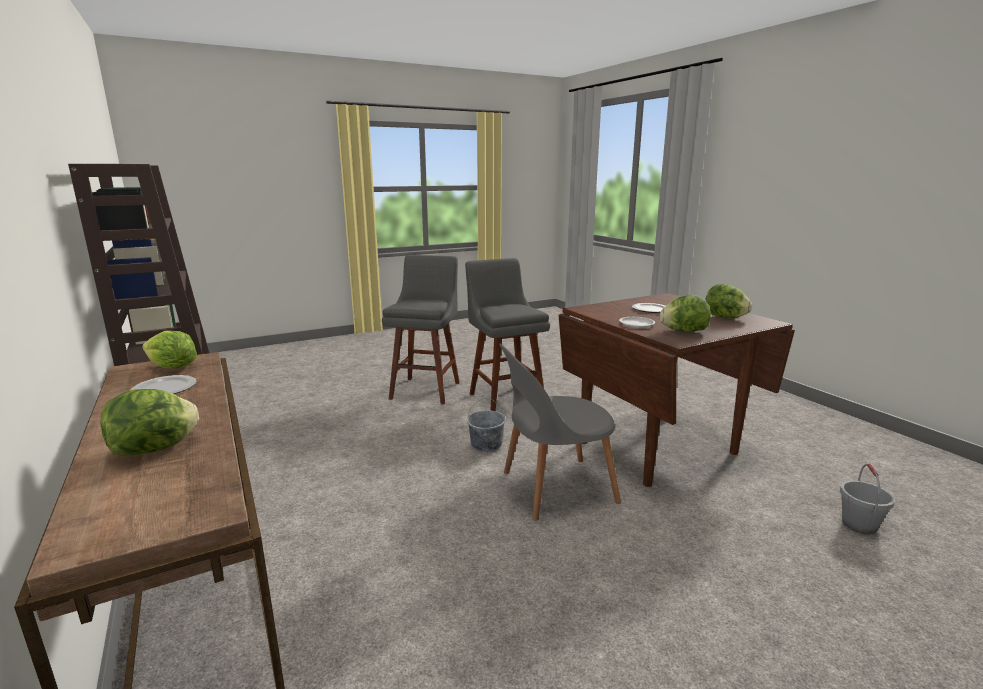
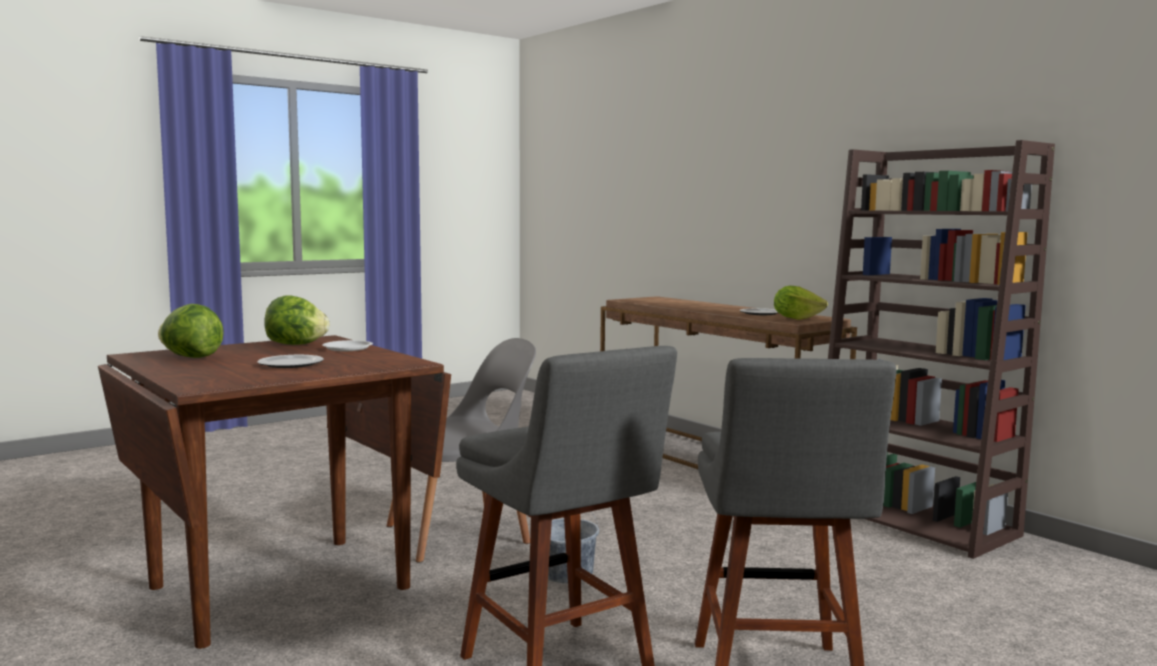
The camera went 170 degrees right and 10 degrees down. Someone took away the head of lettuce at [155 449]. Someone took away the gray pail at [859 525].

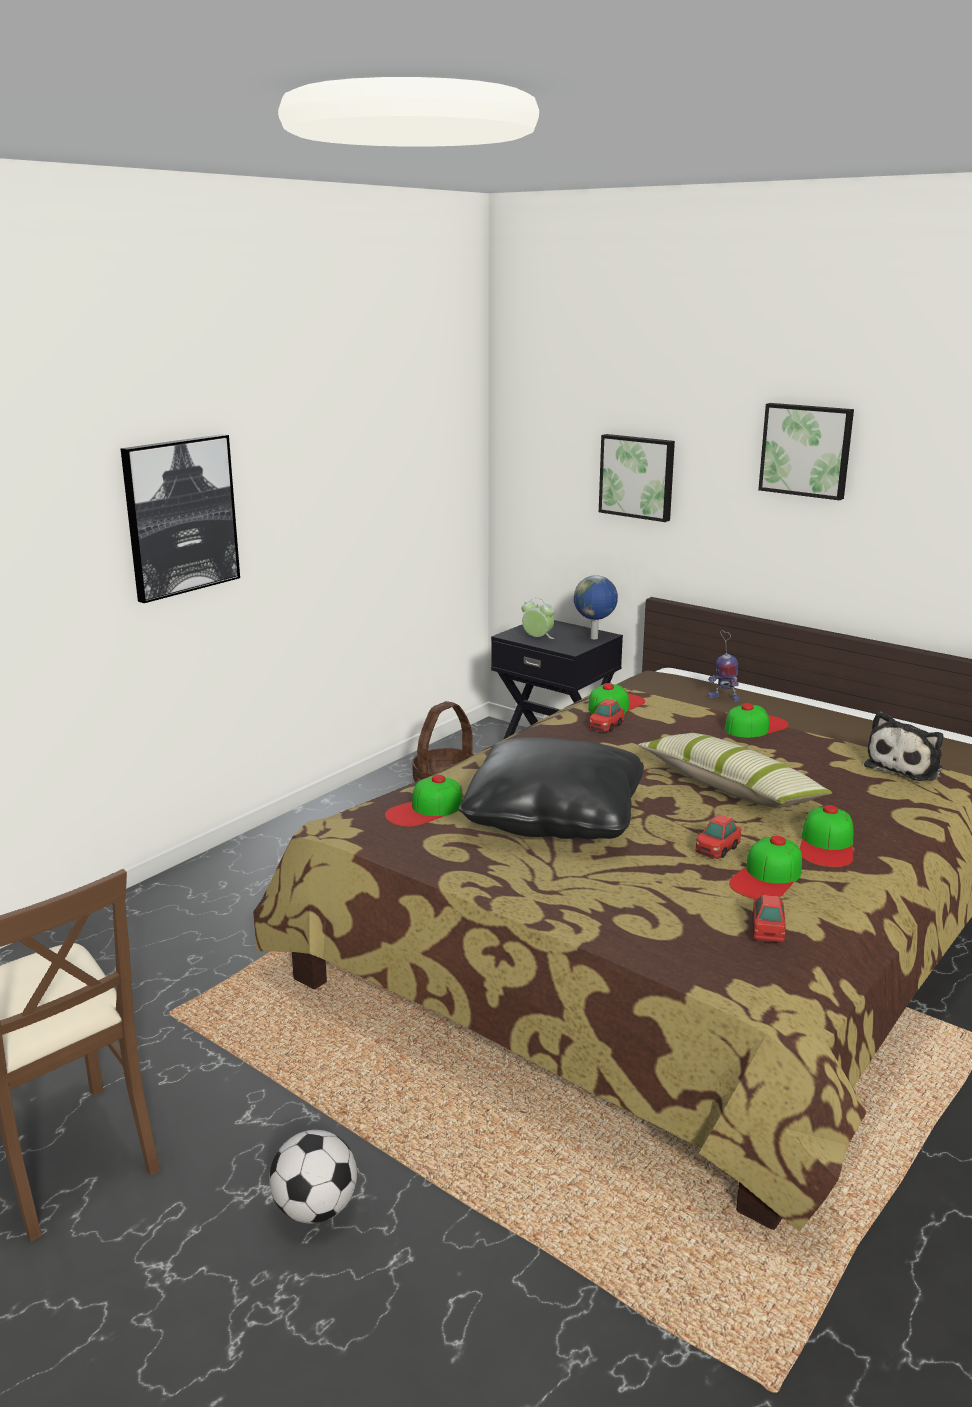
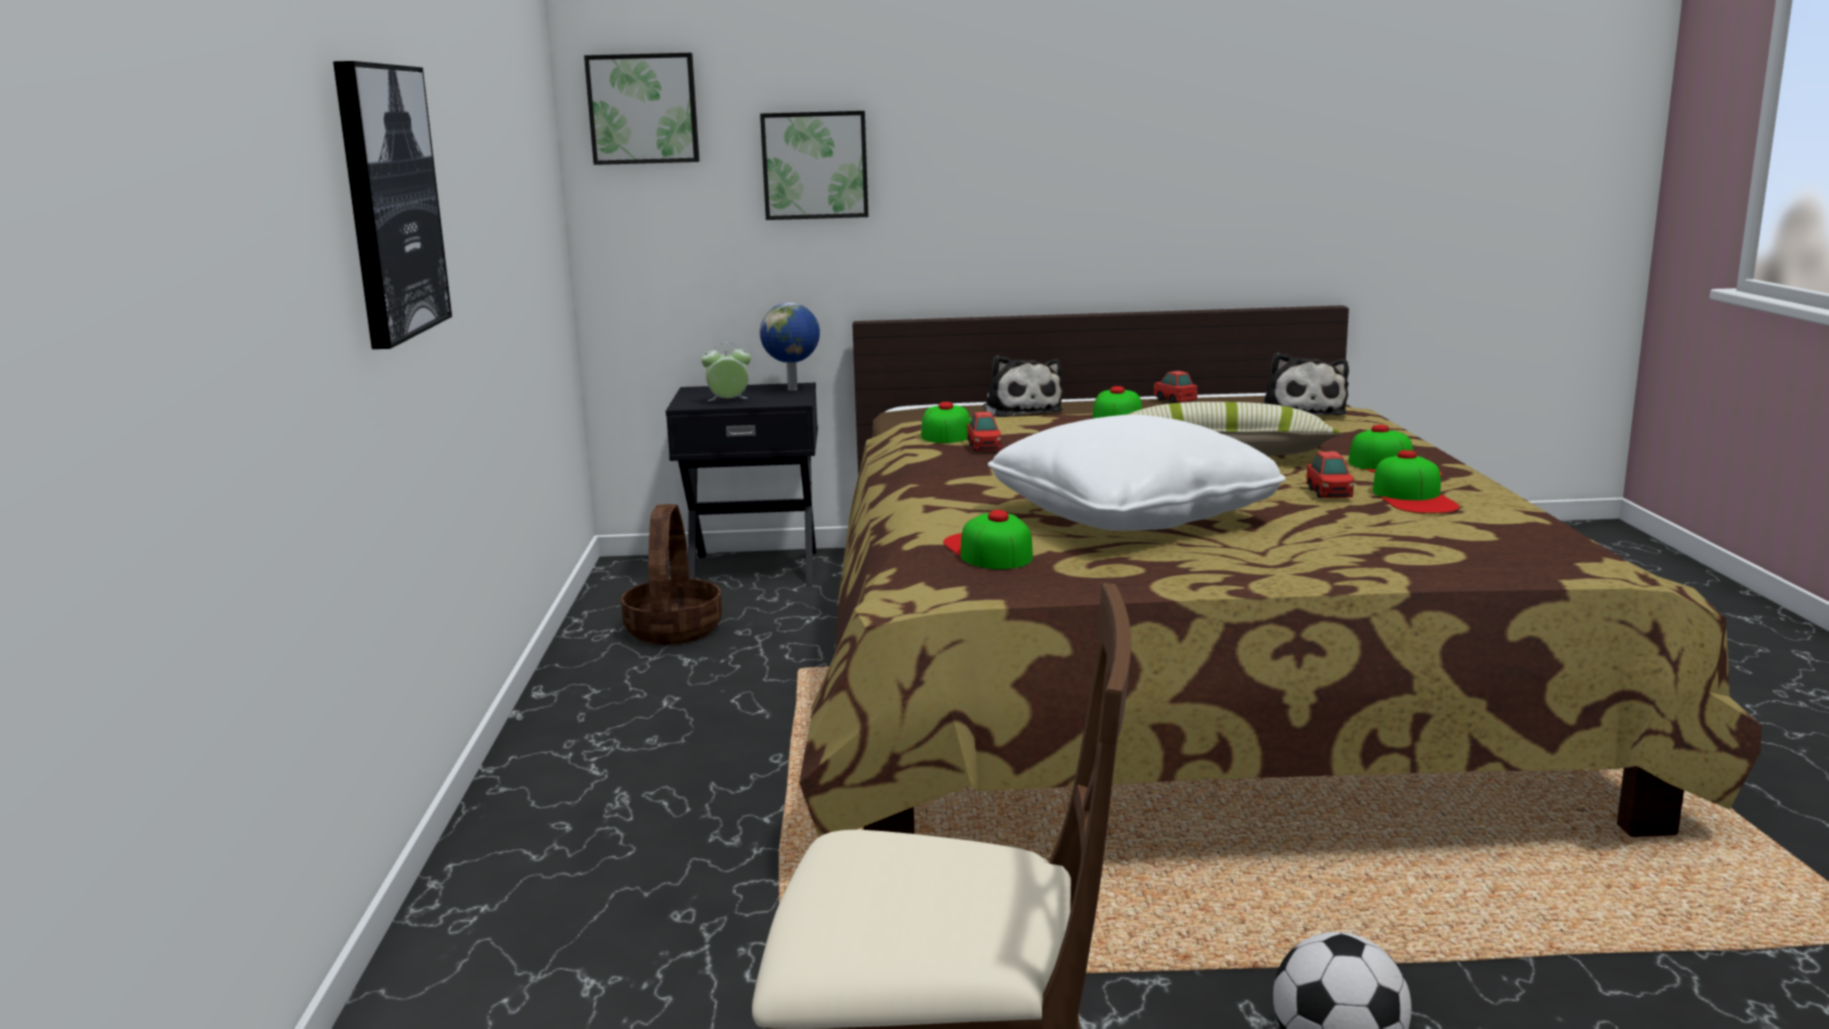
The camera went 40 degrees left and 5 degrees down. Someone carried the wall art from [806 450] to [643 109]. Someone rotated the peaked cap at [425 810] by 150 degrees clockwise. Someone swapped the robot figure at [723 698] for the cuddly toy at [1021 410]. Someone repainted the black pillow at [553 817], which became the white pillow at [1132 516]. Someone carried the model car from [767 929] to [1174 400].

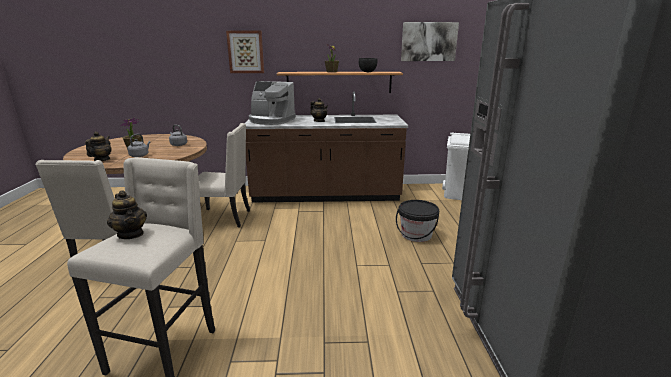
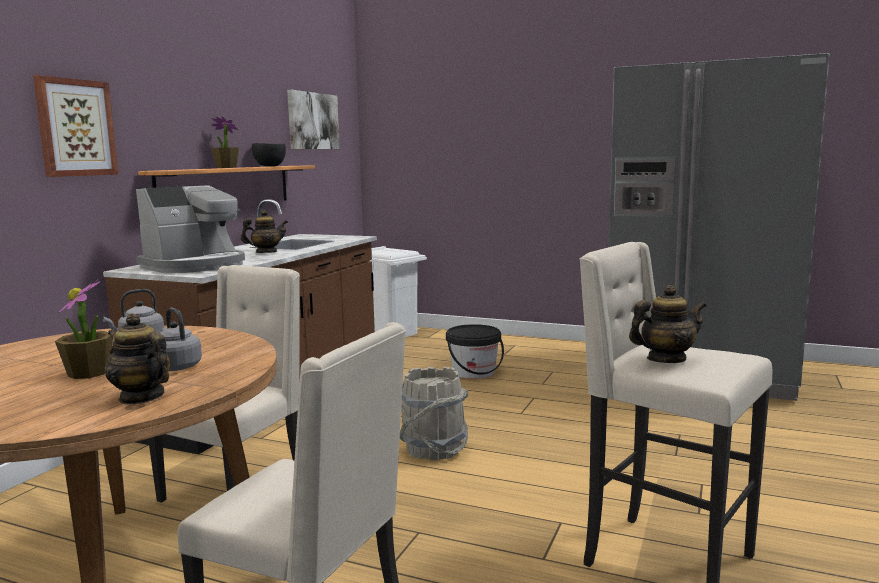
The camera went 65 degrees left and 10 degrees down. Someone put down the gray pail at [433 449].

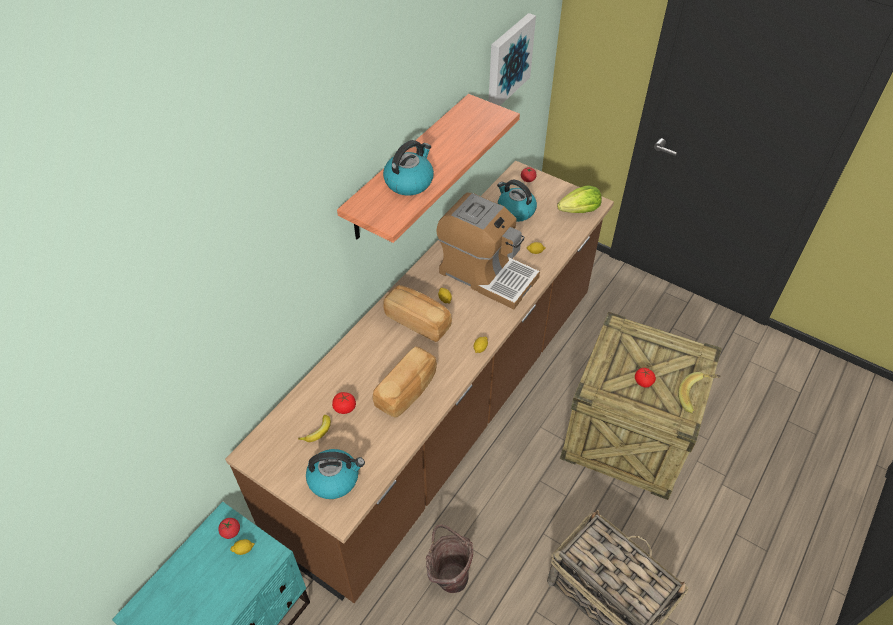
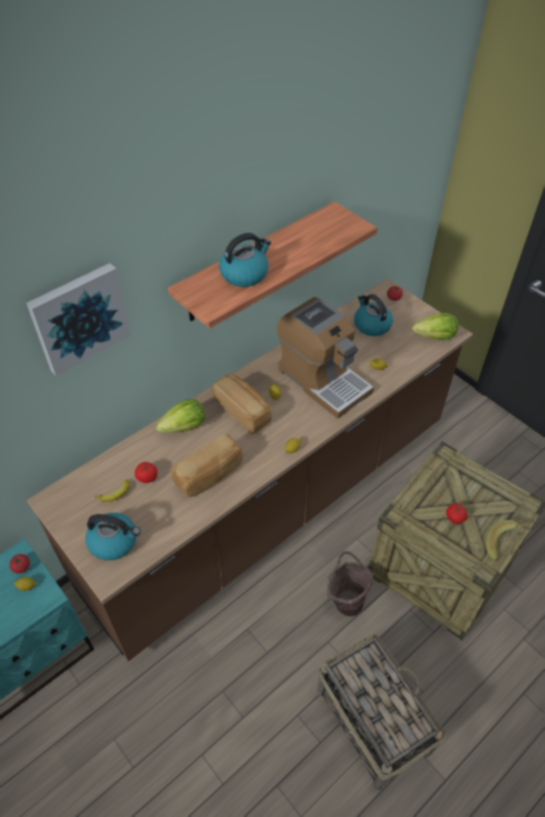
The camera went 15 degrees right and 0 degrees up. Someone carried the wall art from [508 60] to [79 317]. Someone put down the head of lettuce at [185 427]. Someone carried the brownish pail from [449 575] to [346 600].

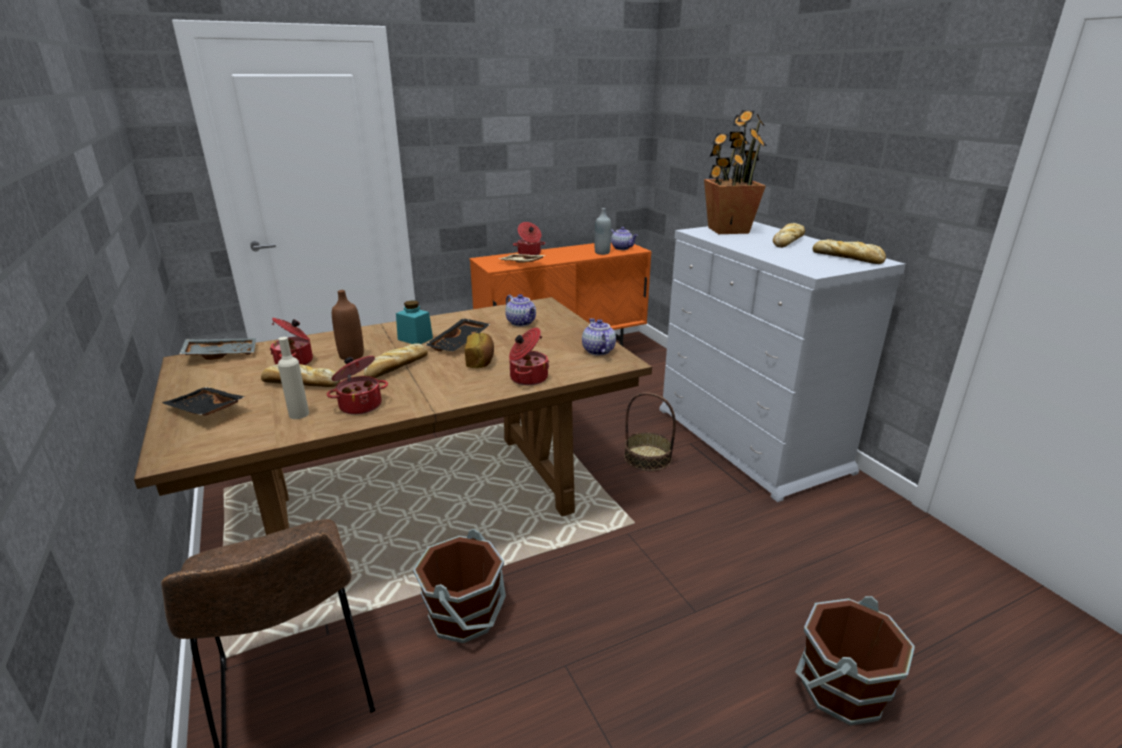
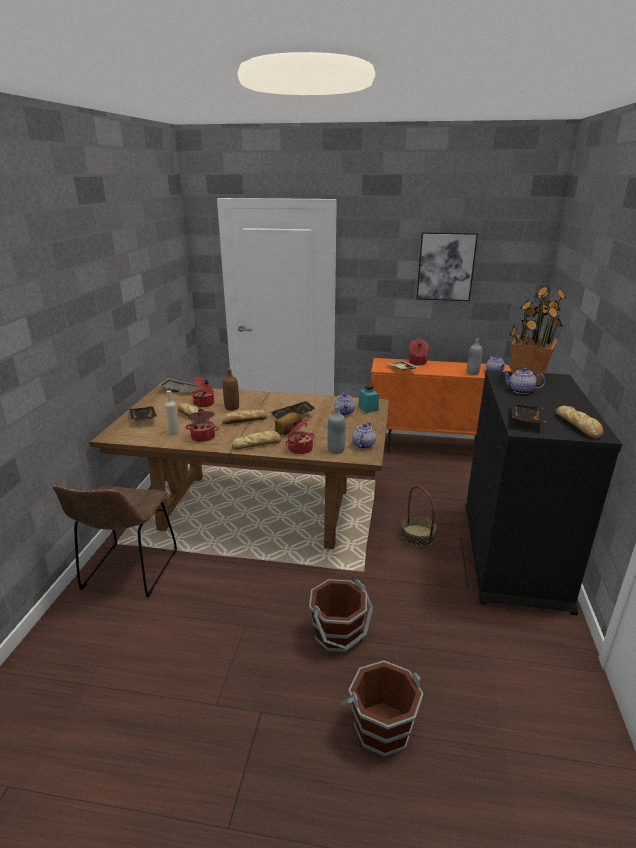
The camera went 35 degrees right and 0 degrees up. Someone carried the bread from [788 241] to [257 444]. Someone carried the brownish pail from [465 615] to [338 634]. Someone put down the gray beverage bottle at [336 450]. Someone carried the turquoise-coloured jar from [415 339] to [368 408]. Someone put up the wall art at [445 267]. Someone repainted the white drawer chest at [750 439], which became the black drawer chest at [513 553]. Someone put down the pot for tea at [520 391]. Someone put down the black tray at [525 419].

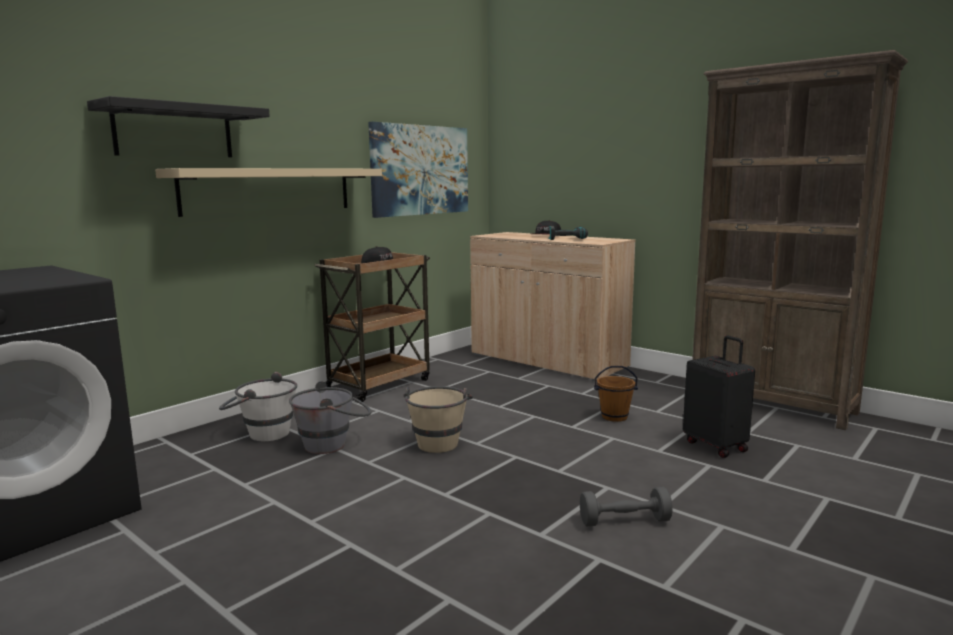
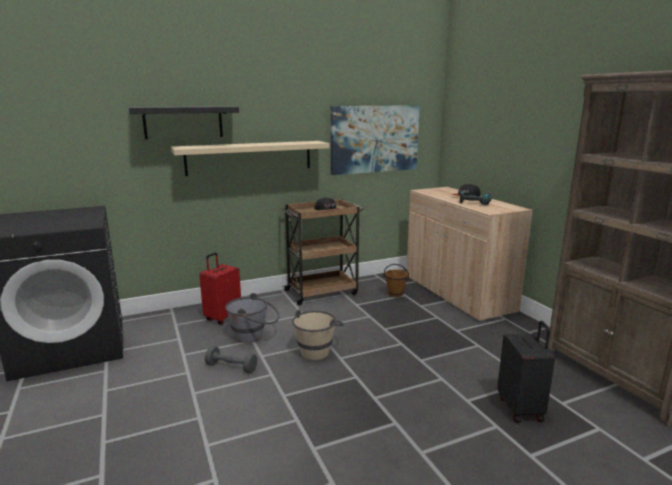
The camera went 25 degrees right and 5 degrees up. Someone swapped the white pail at [261 433] for the red-coloured piece of luggage at [222 318]. Someone carried the gray dumbbell from [624 521] to [231 367]. Someone carried the brownish pail from [614 417] to [395 294].

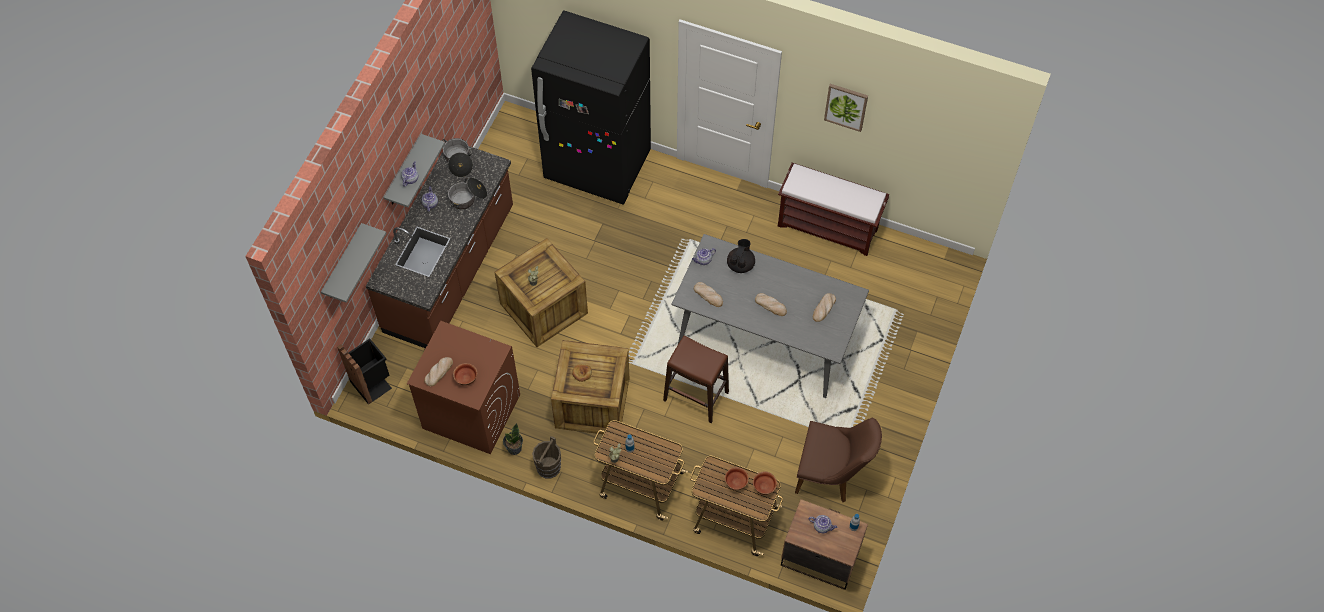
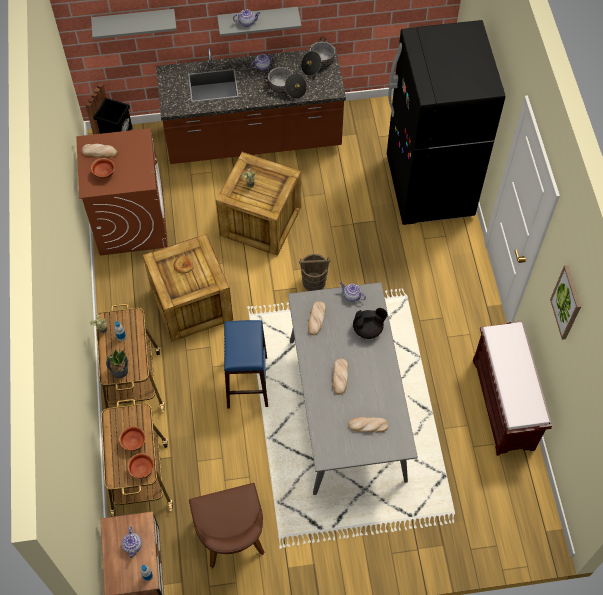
The camera went 60 degrees right and 0 degrees up. Someone carried the houseplant from [514 448] to [119 371]. Someone repainted the brownish stool at [695 396], which became the blue stool at [247 381]. Someone carried the brownish pail from [548 467] to [313 282].

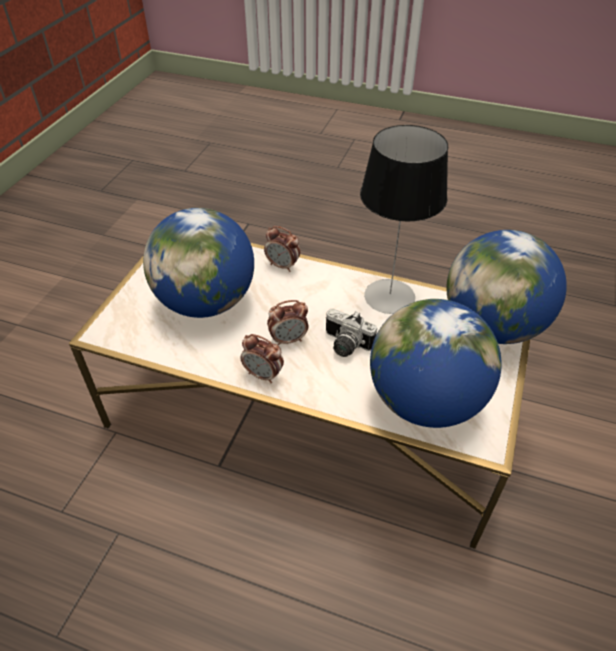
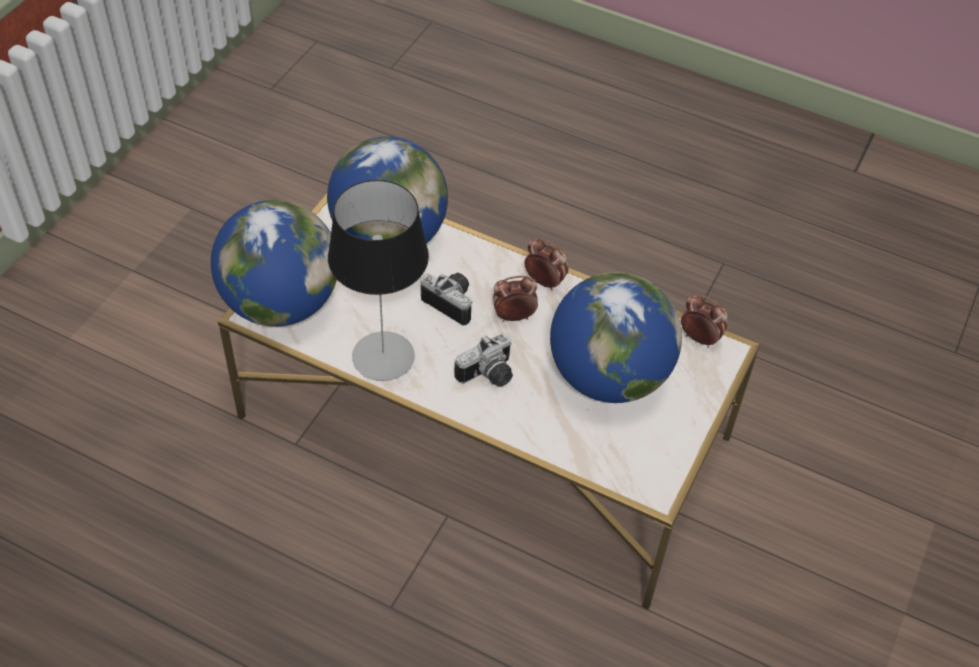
The camera went 175 degrees left and 5 degrees up. Someone put down the still camera at [489 376]. Someone carried the table clock from [283 266] to [699 338].

